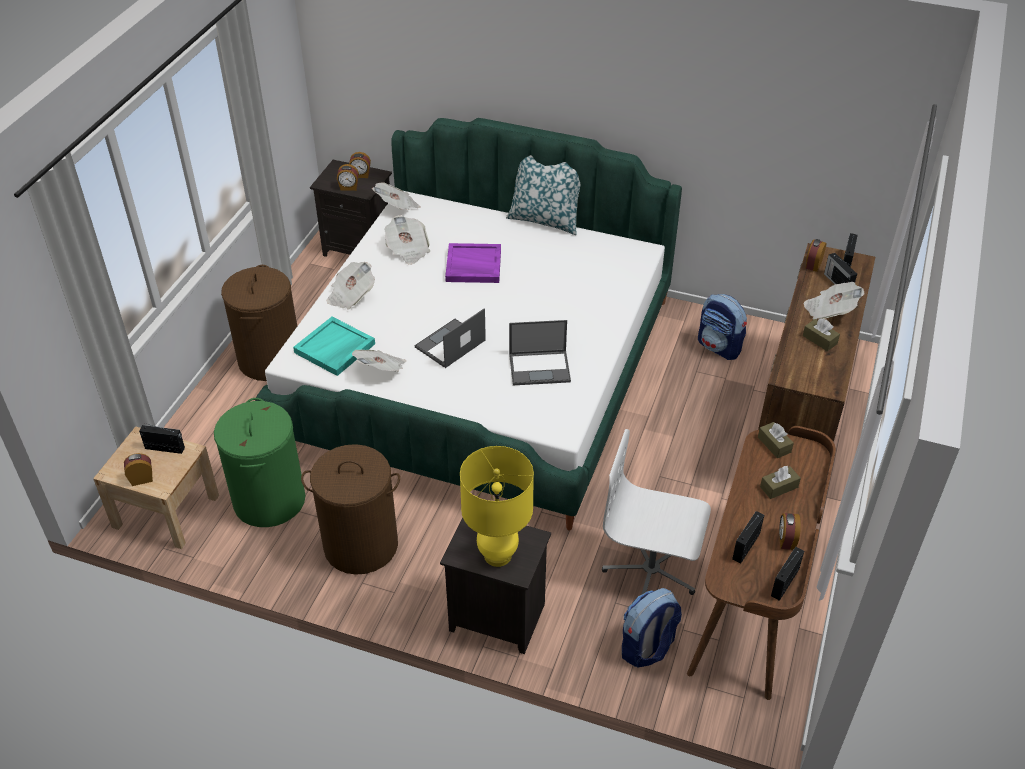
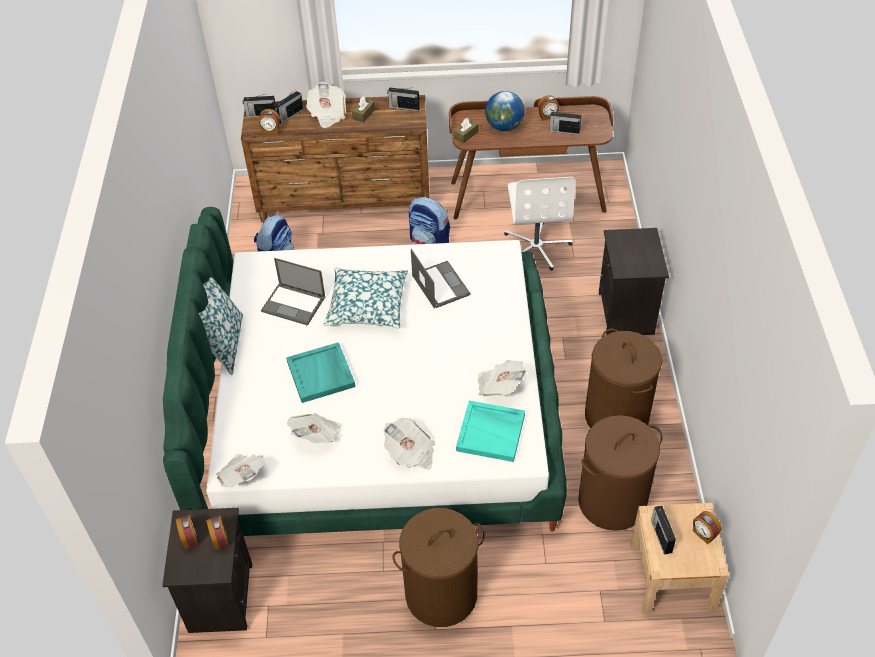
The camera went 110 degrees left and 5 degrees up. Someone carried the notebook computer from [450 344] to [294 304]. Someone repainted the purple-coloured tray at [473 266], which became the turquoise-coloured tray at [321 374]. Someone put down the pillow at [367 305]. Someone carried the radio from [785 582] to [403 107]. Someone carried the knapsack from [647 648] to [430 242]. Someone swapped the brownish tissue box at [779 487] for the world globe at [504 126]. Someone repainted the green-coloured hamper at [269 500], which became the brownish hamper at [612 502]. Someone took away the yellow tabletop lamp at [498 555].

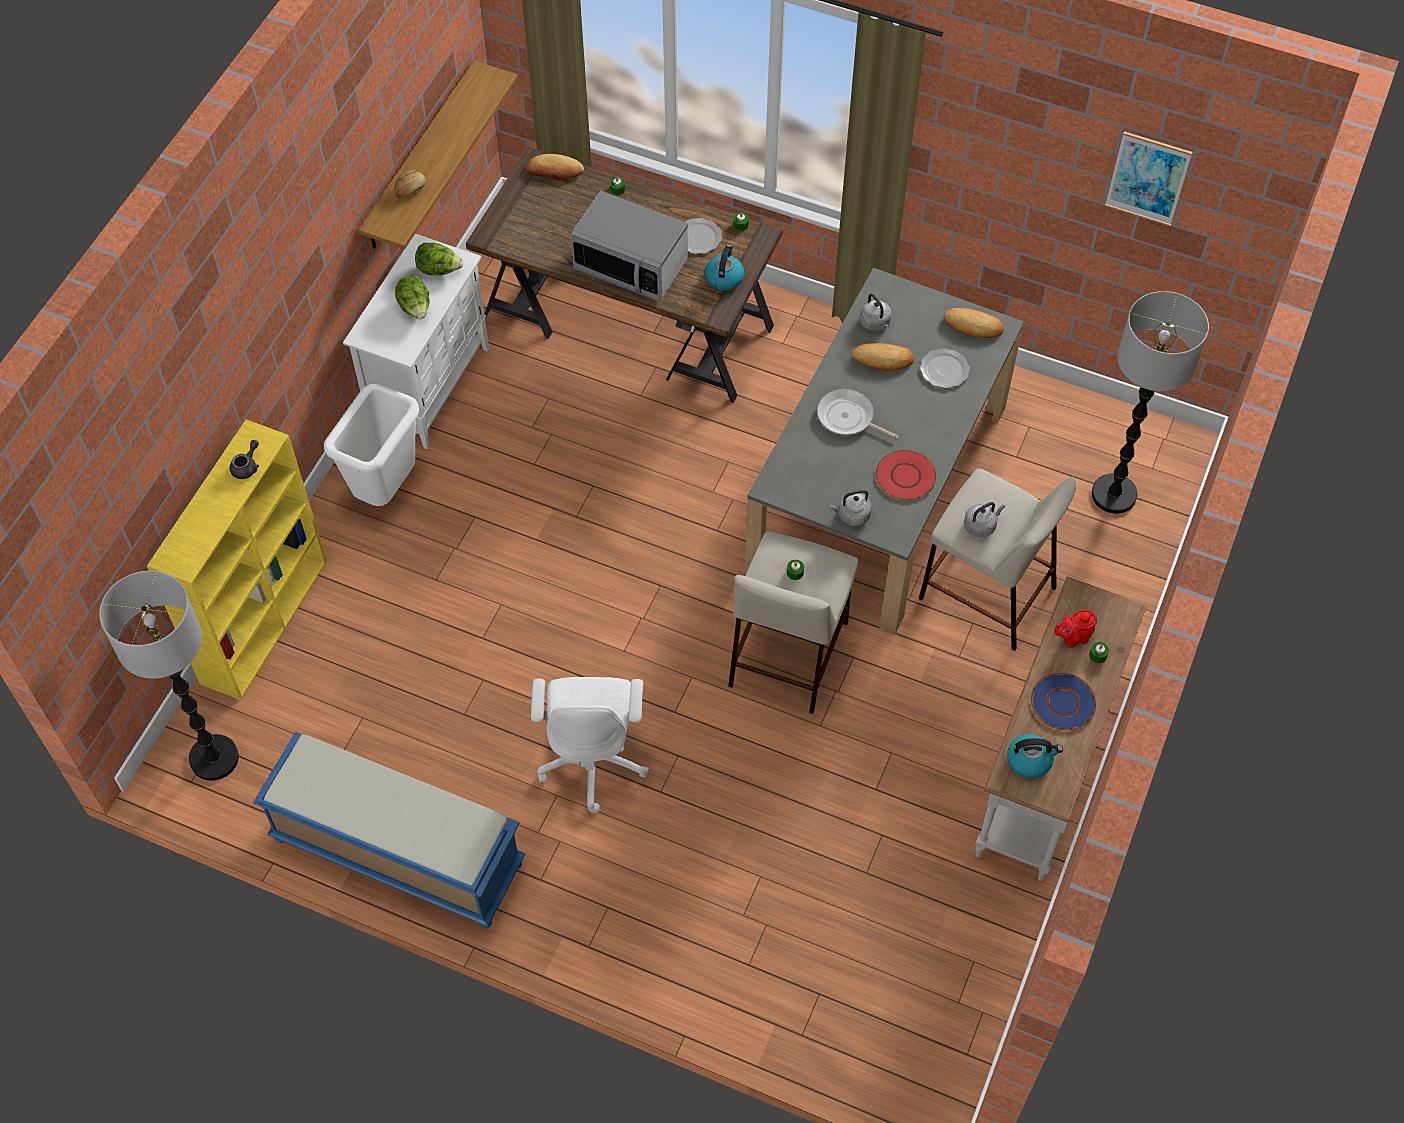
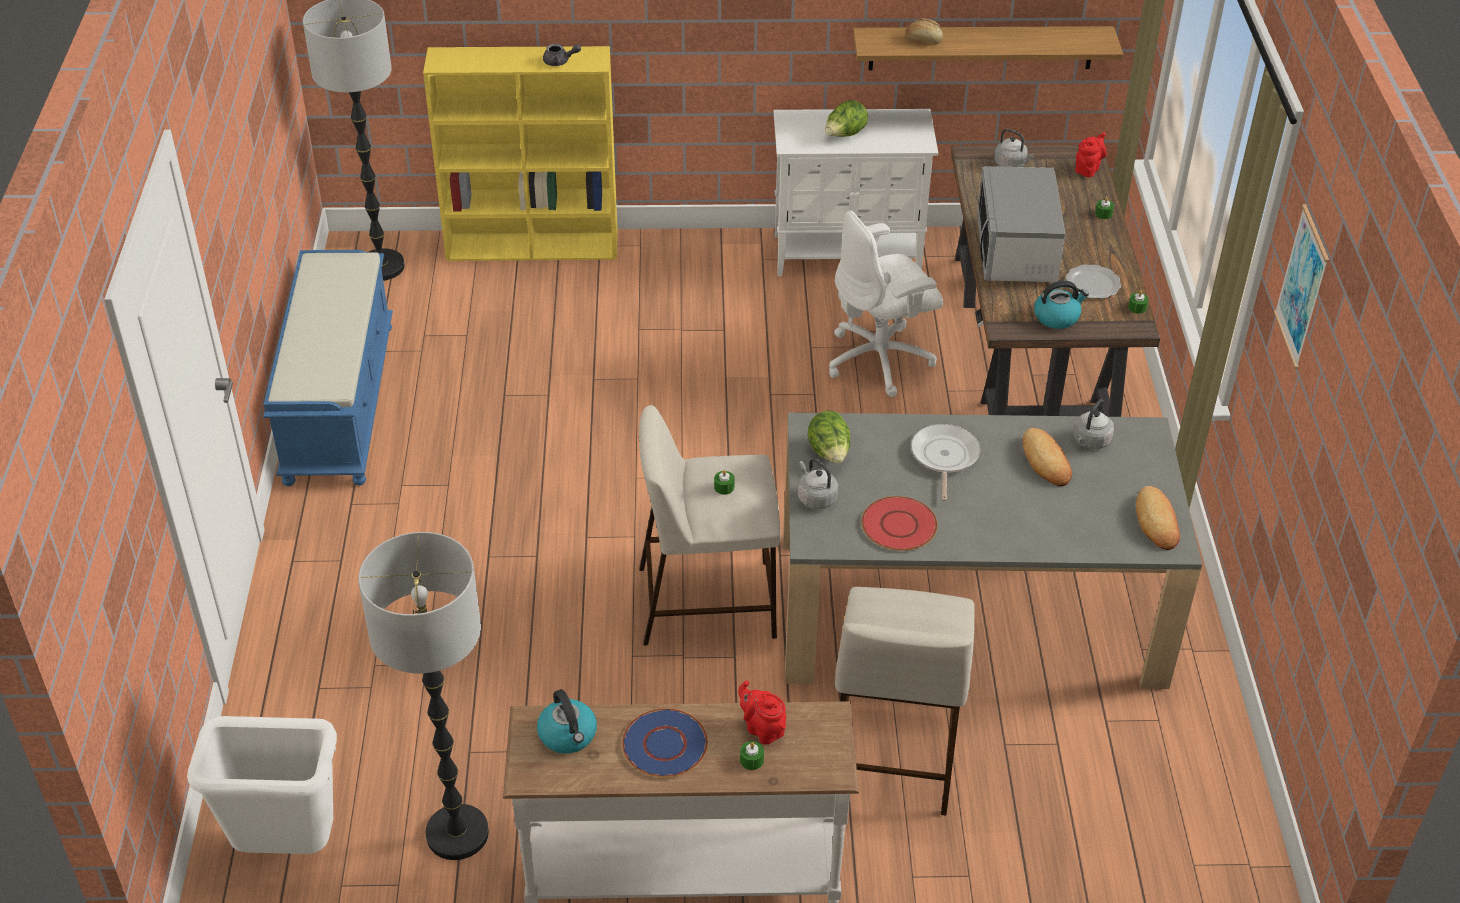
The camera went 65 degrees right and 15 degrees down. Someone carried the white trash can from [386 489] to [286 847]. Someone carried the floor lamp from [1114 495] to [457 834]. Someone carried the head of lettuce from [439 270] to [829 453]. Someone carried the white desk chair from [593 760] to [880 360]. Someone carried the gray tea kettle from [981 525] to [1011 164]. Someone swapped the bread at [554 170] for the red-coloured pot for tea at [1088 169]. Someone carried the wall art from [1147 178] to [1302 287]. Someone took away the flat dish at [943 370].

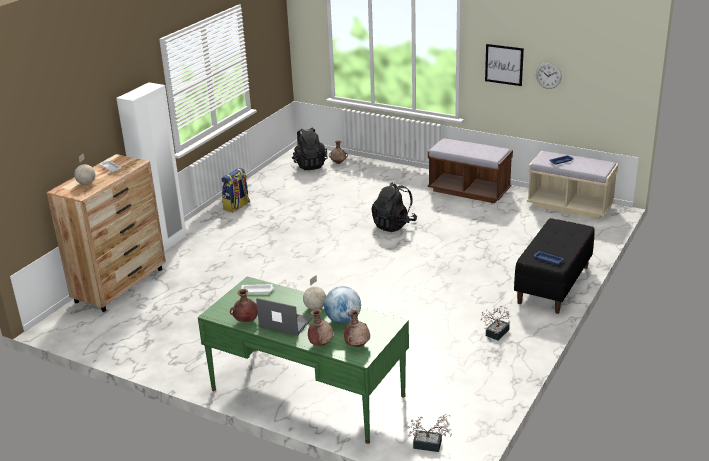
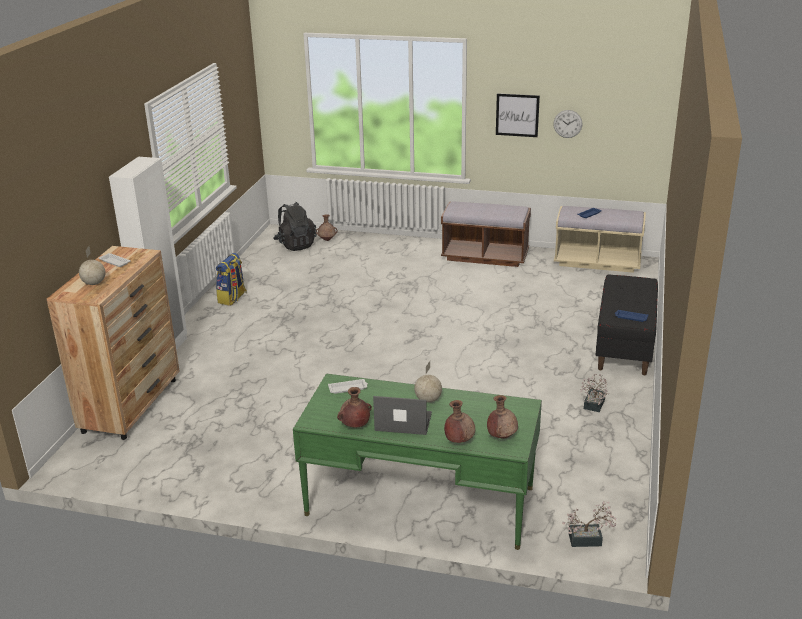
The camera went 15 degrees left and 0 degrees up. Someone took away the world globe at [343 320]. Someone took away the black knapsack at [394 225].

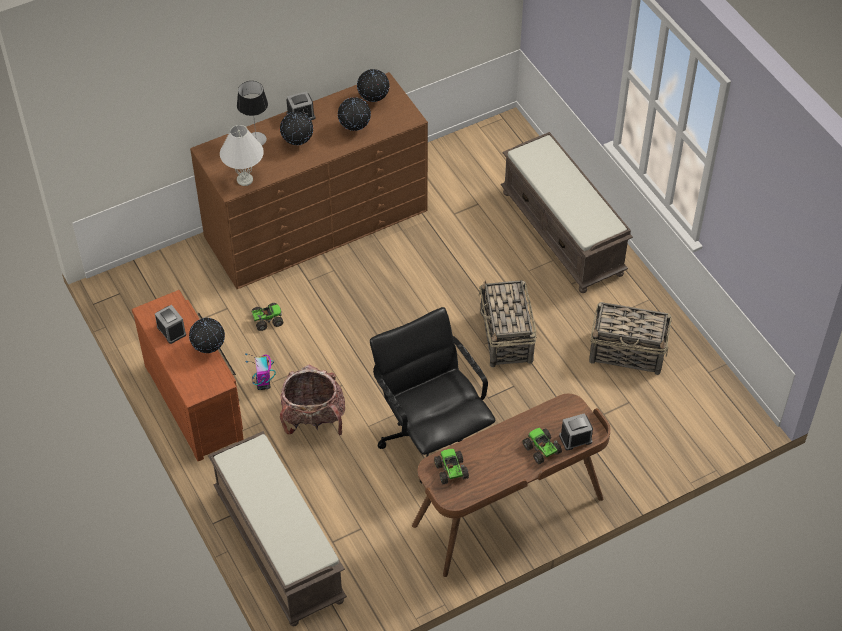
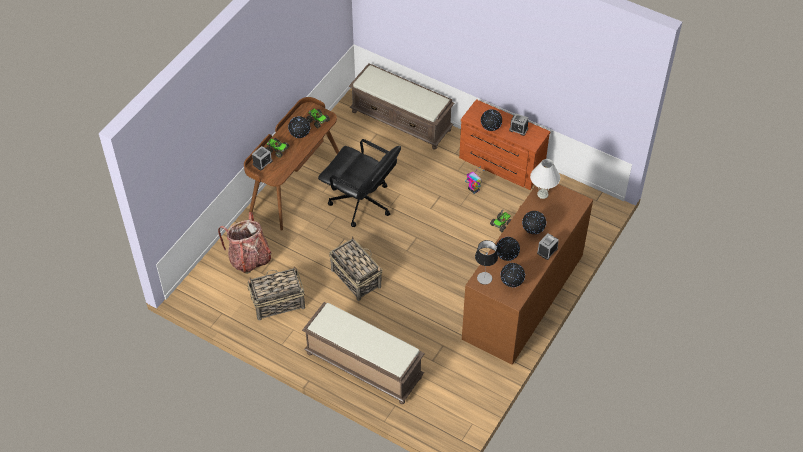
The camera went 150 degrees right and 0 degrees up. Someone carried the knapsack from [313 419] to [249 258]. Someone put down the world globe at [300 136]. Someone carried the tabletop lamp from [256 139] to [484 278].

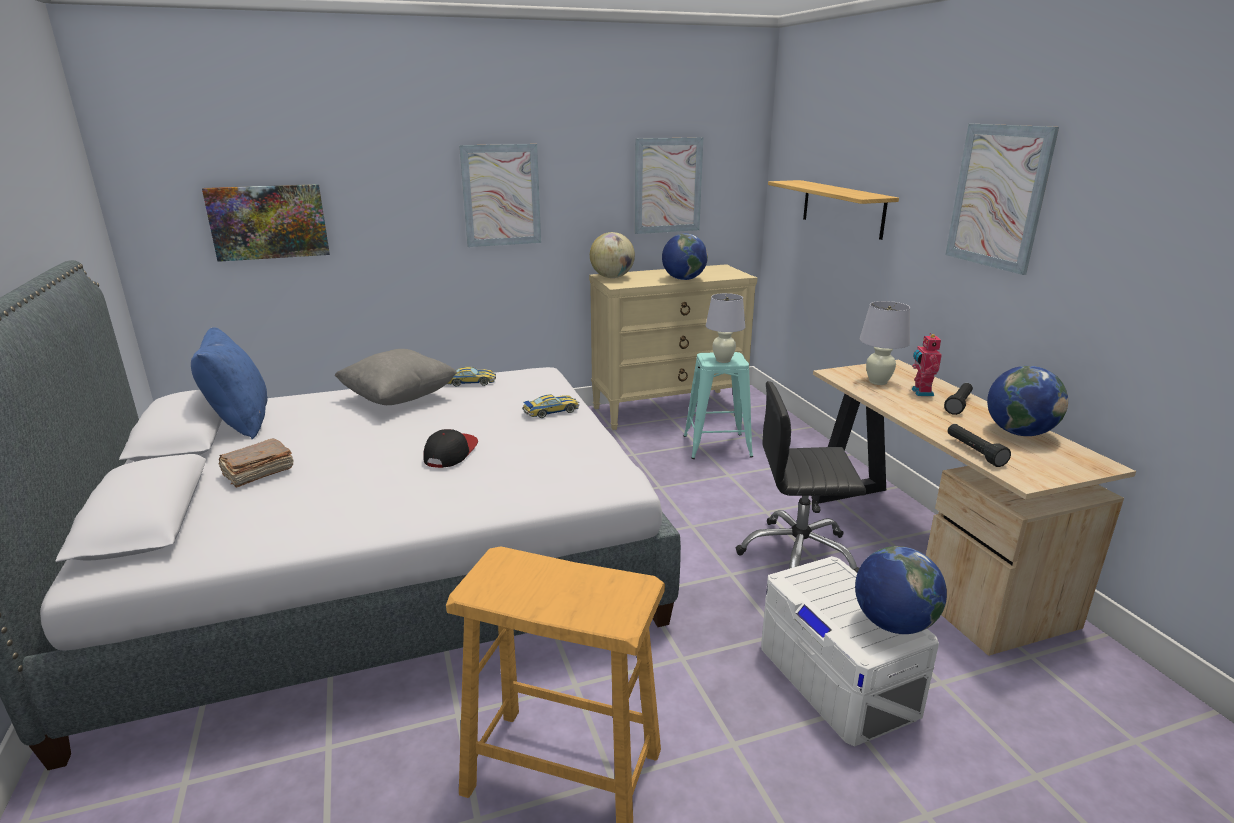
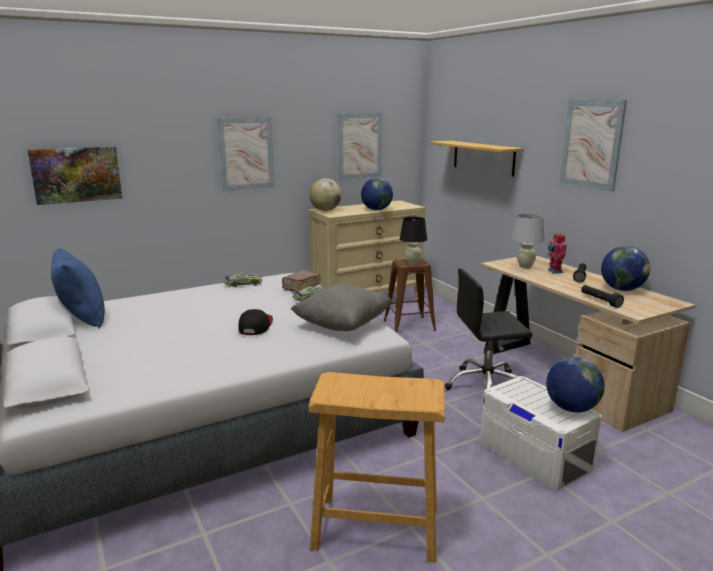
The camera went 10 degrees left and 5 degrees down. Someone carried the brownish volume from [257 473] to [301 287]. Someone carried the gray pillow from [399 398] to [342 325]. Someone repainted the turquoise-coloured stool at [717 446], which became the brownish stool at [409 325]. Someone repainted the white tabletop lamp at [723 360], which became the black tabletop lamp at [412 263].

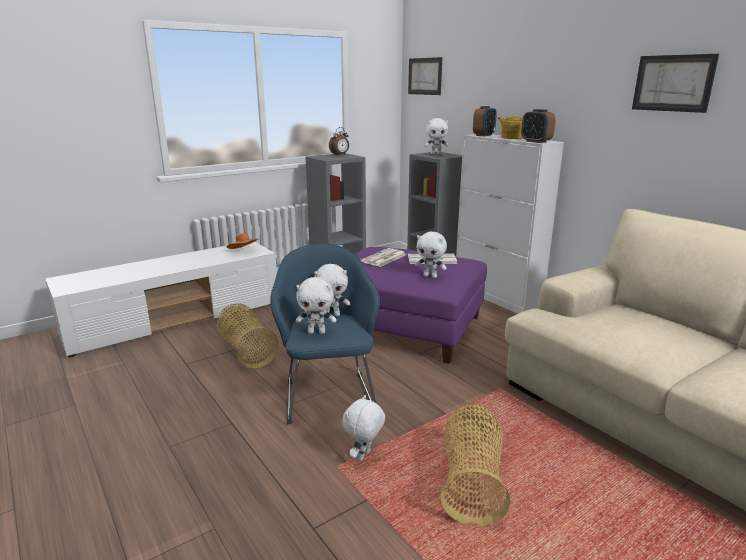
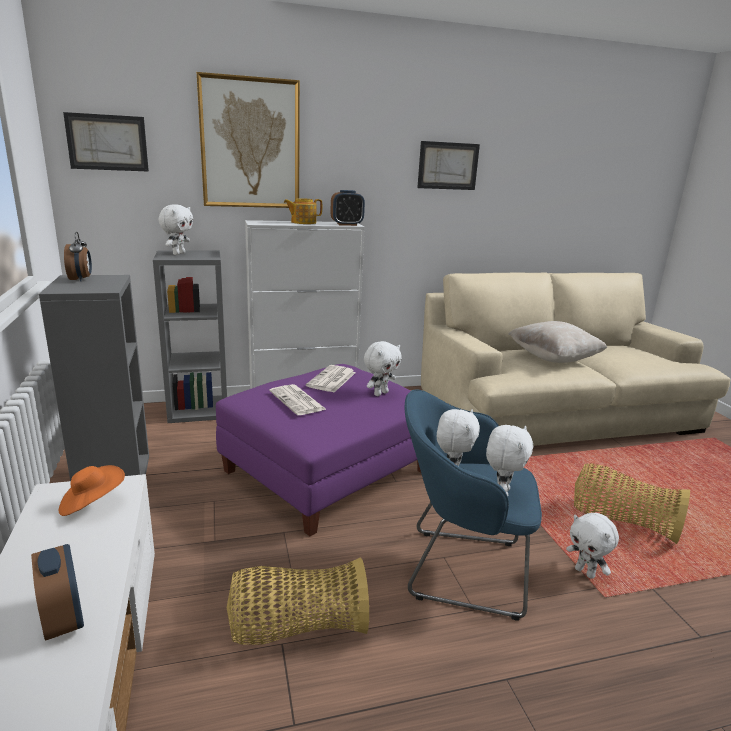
The camera went 70 degrees left and 0 degrees up. Someone carried the table clock from [483 135] to [63 619]. Someone put up the wall art at [250 144]. Someone put down the beige pillow at [553 358].

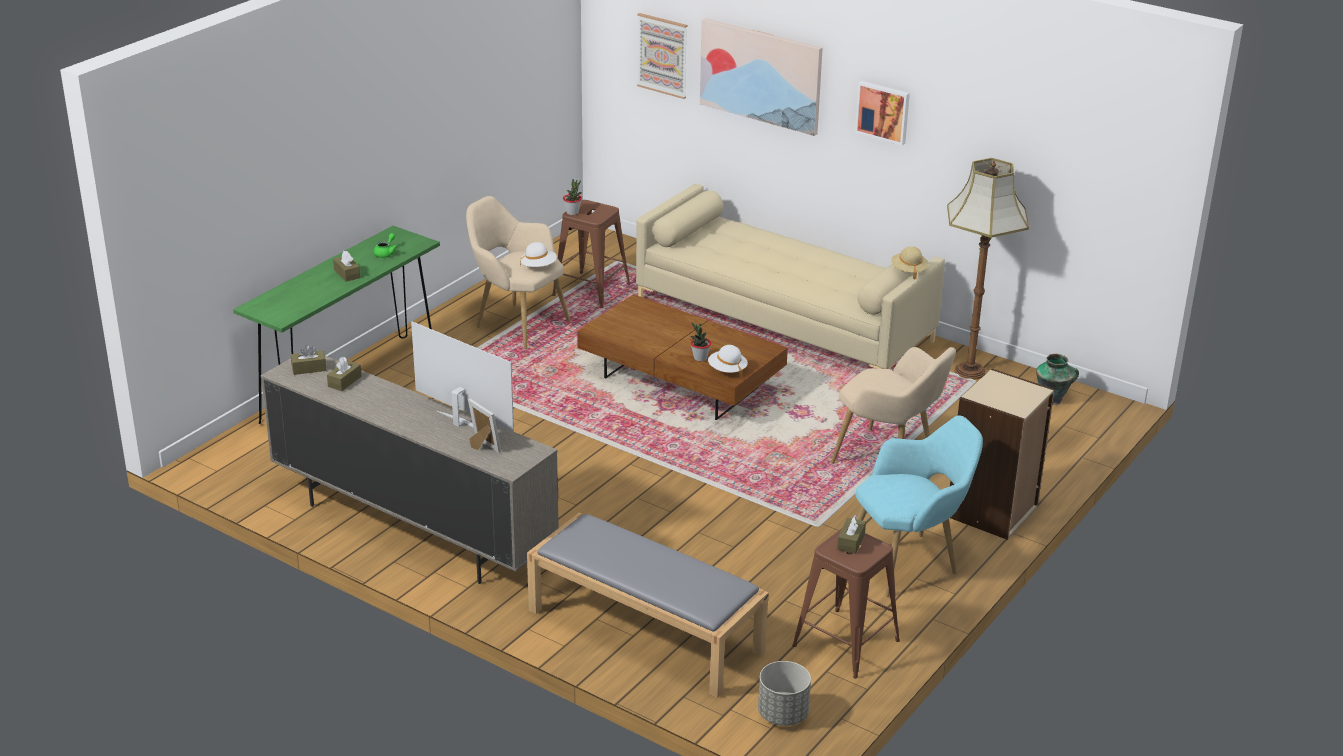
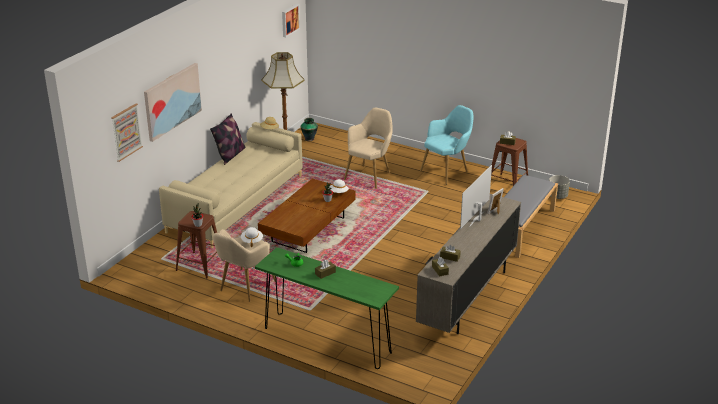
The camera went 95 degrees left and 0 degrees up. Someone put down the pillow at [230 155]. Someone carried the wall art from [883 112] to [289 20]. Someone rotated the turquoise-coloured lounge chair at [910 562] by 75 degrees clockwise. Someone took away the beige bookcase at [993 512].

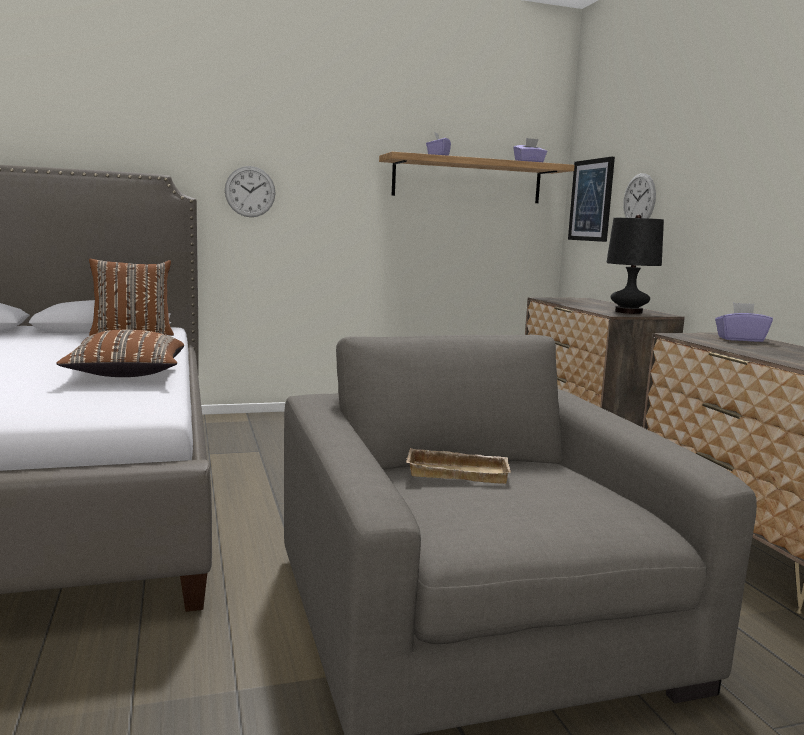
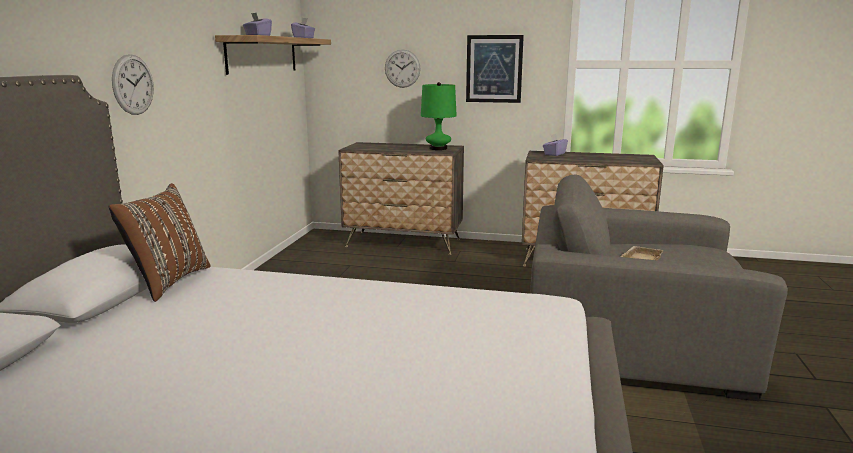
The camera went 60 degrees left and 5 degrees up. Someone repainted the black tabletop lamp at [628 312], which became the green-coloured tabletop lamp at [438 148]. Someone carried the wall art from [591 200] to [494 69]. Someone took away the brownish pillow at [126 375].

